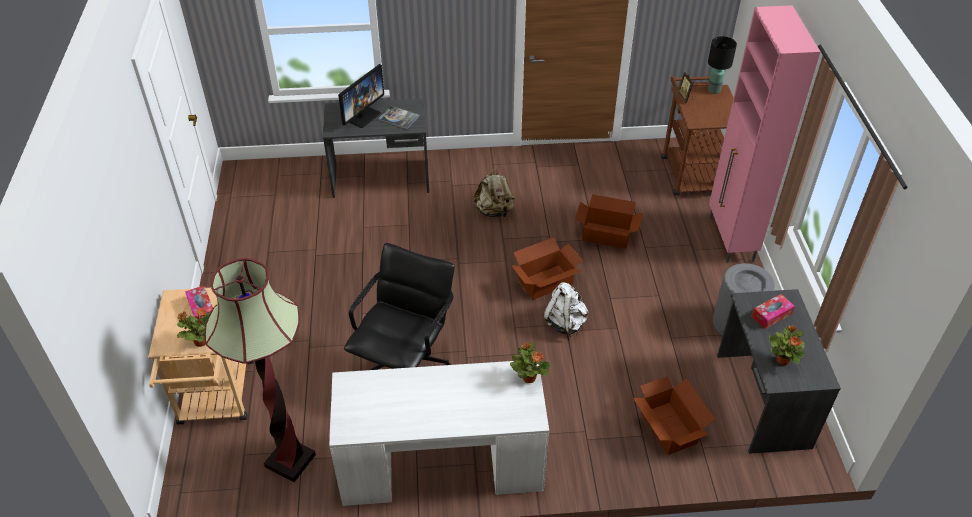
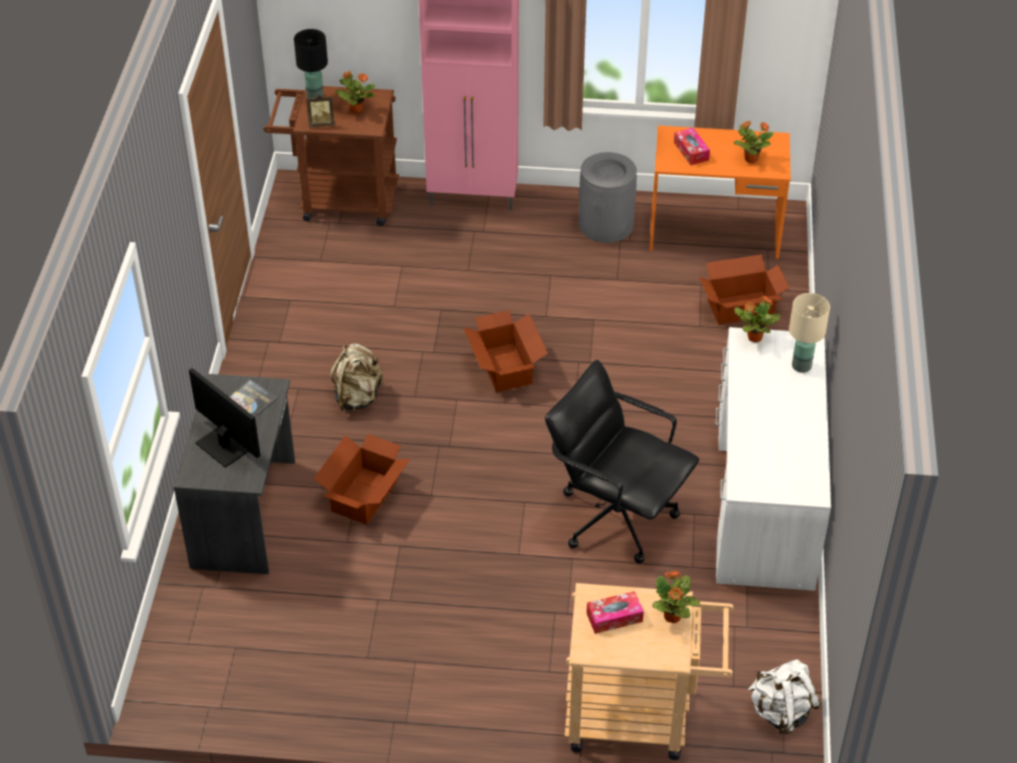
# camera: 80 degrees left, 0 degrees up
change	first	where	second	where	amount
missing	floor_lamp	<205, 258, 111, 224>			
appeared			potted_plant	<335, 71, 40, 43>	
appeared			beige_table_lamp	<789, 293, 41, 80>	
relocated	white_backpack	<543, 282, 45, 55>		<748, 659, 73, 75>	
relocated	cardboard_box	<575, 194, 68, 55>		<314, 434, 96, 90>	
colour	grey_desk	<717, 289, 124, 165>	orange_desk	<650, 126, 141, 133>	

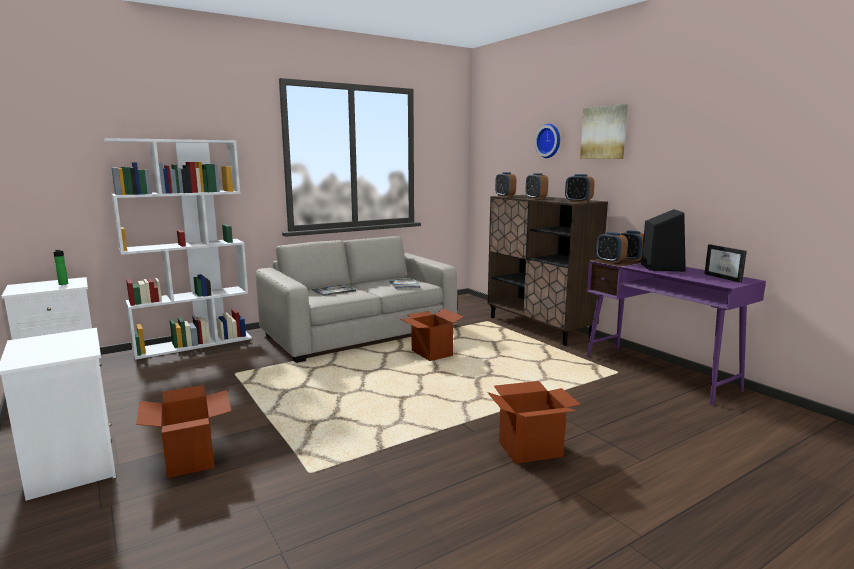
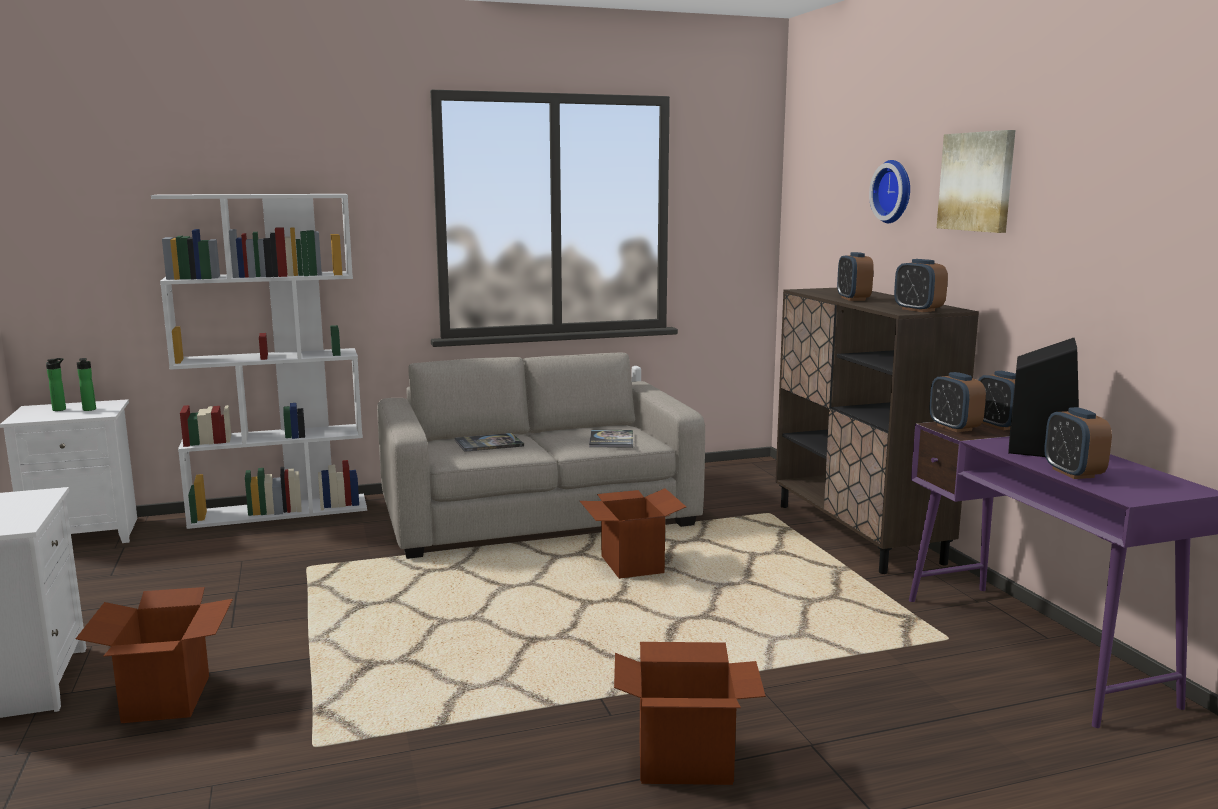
# camera: 15 degrees right, 0 degrees up
change	first	where	second	where	amount
missing	picture_frame	<704, 244, 43, 39>			
appeared			bottle	<46, 358, 20, 53>	
relocated	alarm_clock	<495, 172, 21, 25>		<1044, 407, 68, 72>	

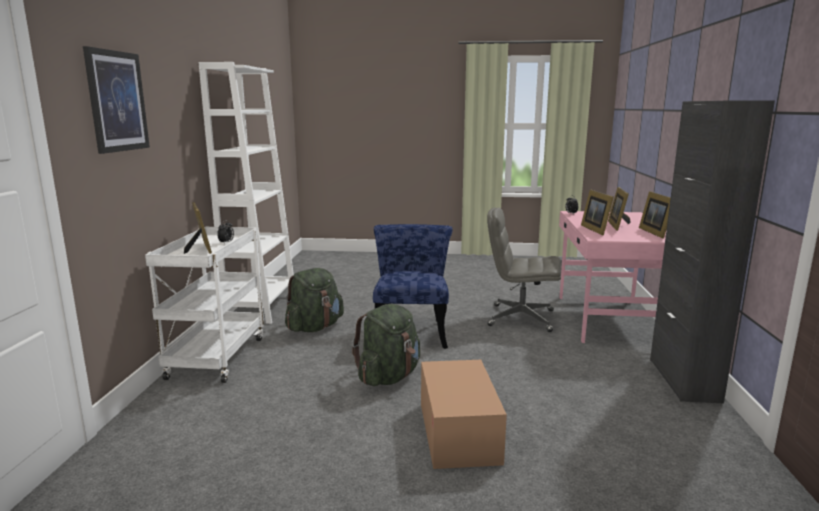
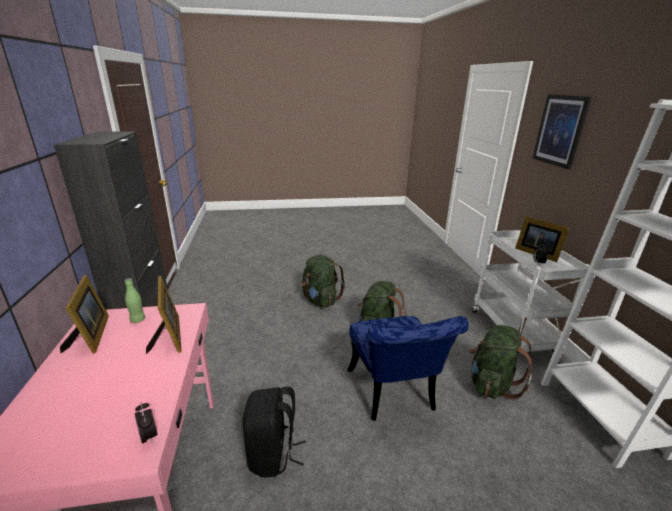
# camera: 165 degrees right, 10 degrees up
change	first	where	second	where	amount
missing	picture_frame	<608, 187, 23, 44>			
appeared			green_bottle	<125, 278, 20, 45>	
exchanged	cardboard_box	<421, 360, 86, 109>	green_backpack	<301, 255, 45, 52>	
exchanged	grey_office_chair	<487, 207, 74, 125>	black_backpack	<242, 387, 64, 90>	

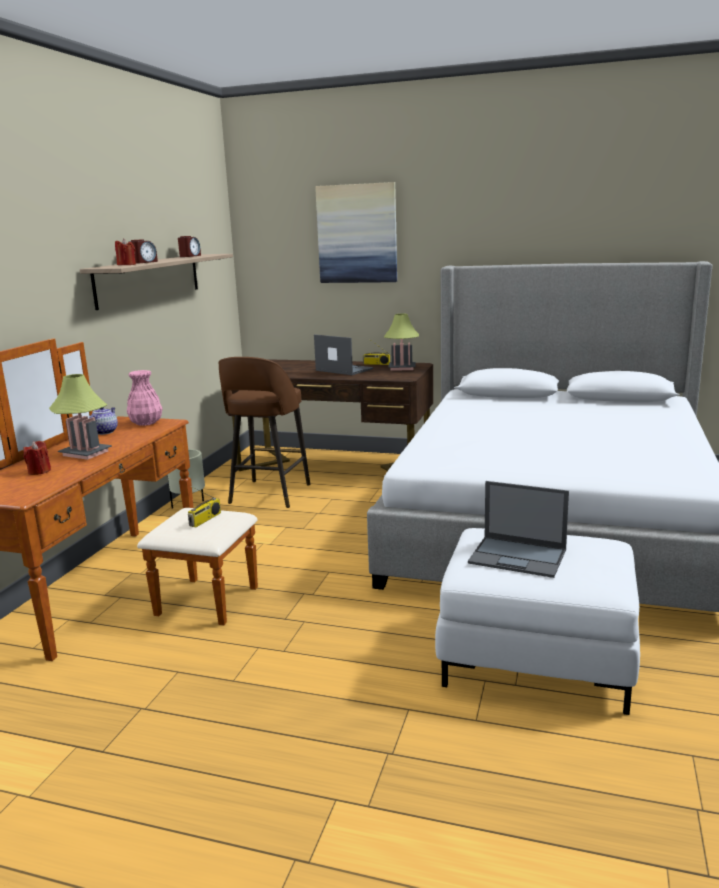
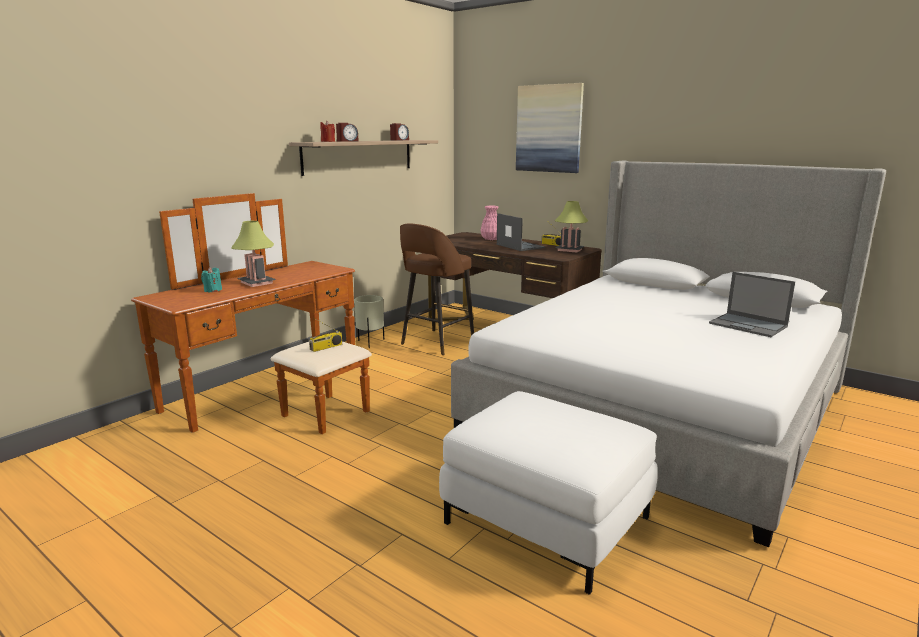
# camera: 20 degrees right, 0 degrees up
change	first	where	second	where	amount
missing	teapot	<89, 407, 29, 28>			
relocated	pink_vase	<127, 370, 36, 56>		<480, 205, 19, 35>	
relocated	laptop	<468, 481, 101, 97>		<709, 272, 86, 65>	
colour	red_candle	<23, 441, 28, 34>	turquoise_candle	<201, 267, 21, 25>	

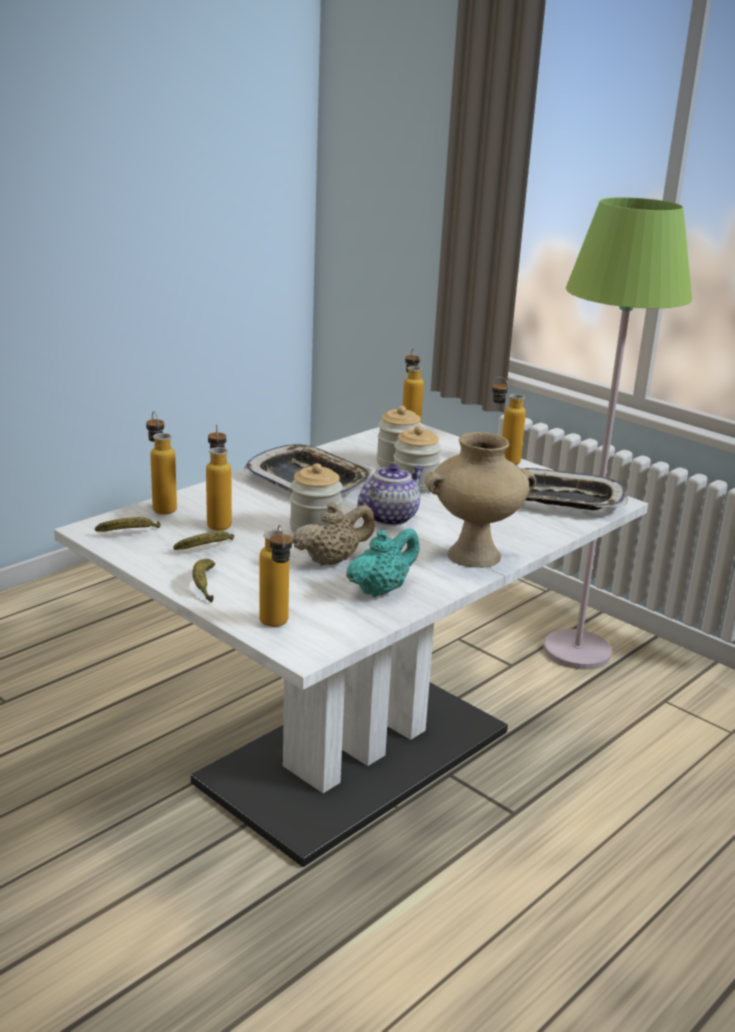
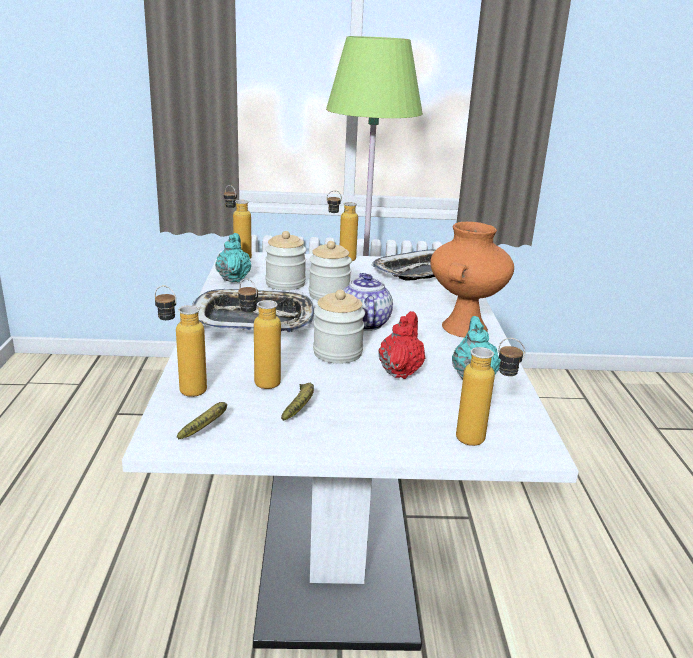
# camera: 45 degrees left, 0 degrees up
change	first	where	second	where	amount
missing	banana	<192, 559, 23, 43>			
appeared			turquoise_teapot	<215, 233, 36, 49>	
colour	beige_teapot	<292, 502, 83, 64>	red_teapot	<378, 311, 47, 68>	
colour	beige_vase	<425, 432, 112, 136>	orange_vase	<430, 221, 84, 116>	

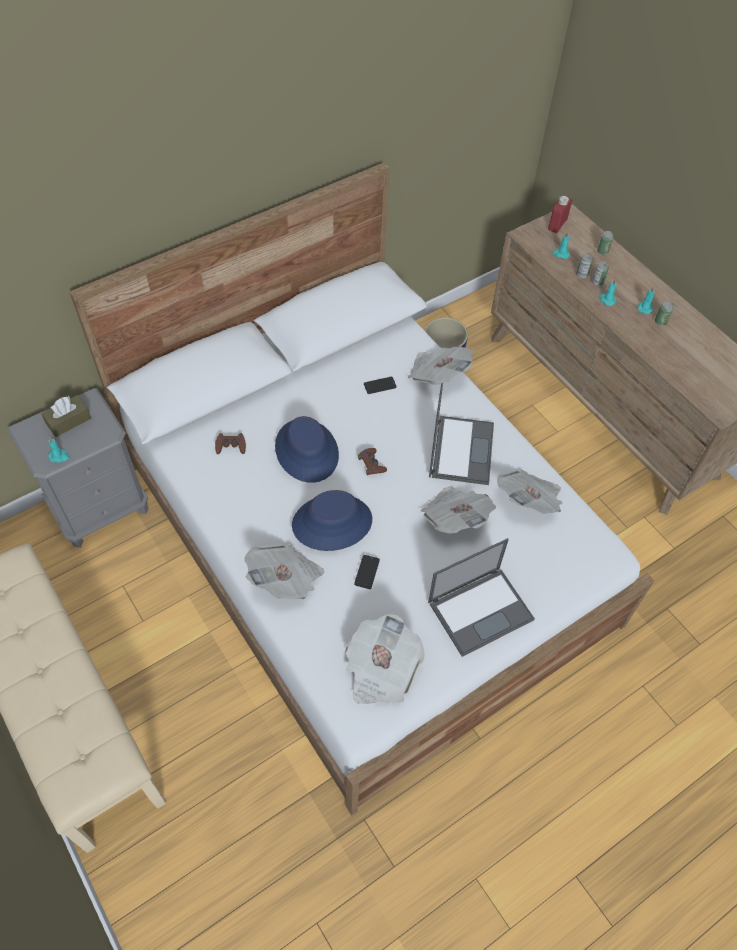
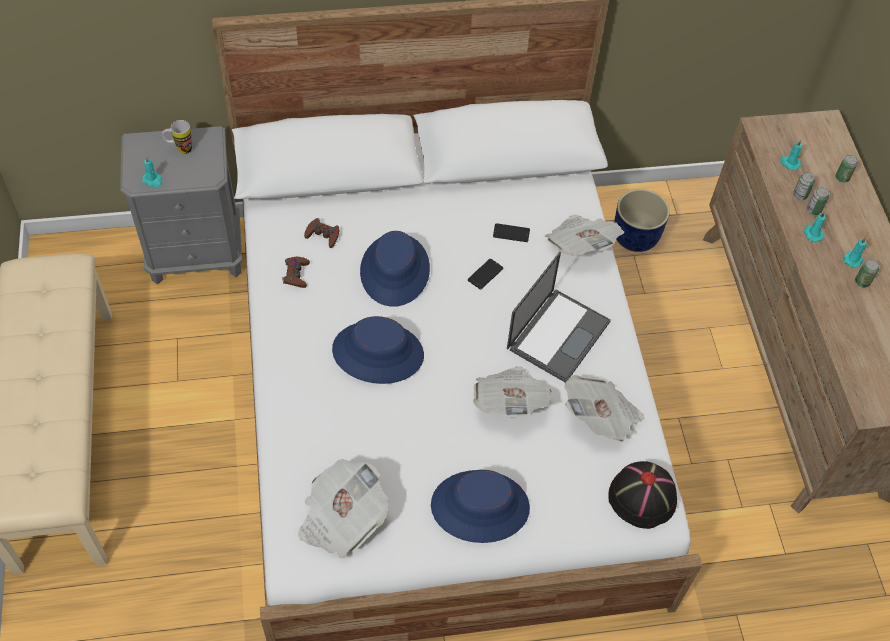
# camera: 25 degrees right, 0 degrees up
change	first	where	second	where	amount
missing	newspaper	<244, 545, 80, 54>			
missing	red_bottle	<548, 195, 24, 38>			
appeared			black_hat	<609, 461, 68, 68>	
relocated	phone	<354, 555, 26, 34>		<468, 259, 35, 31>	
relocated	brown_game_controller	<358, 448, 29, 27>		<282, 257, 28, 31>	
exchanged	brown_tissue_box	<42, 395, 49, 42>	mug	<162, 120, 30, 34>	
exchanged	laptop	<428, 538, 107, 119>	blue_hat	<431, 470, 99, 73>	

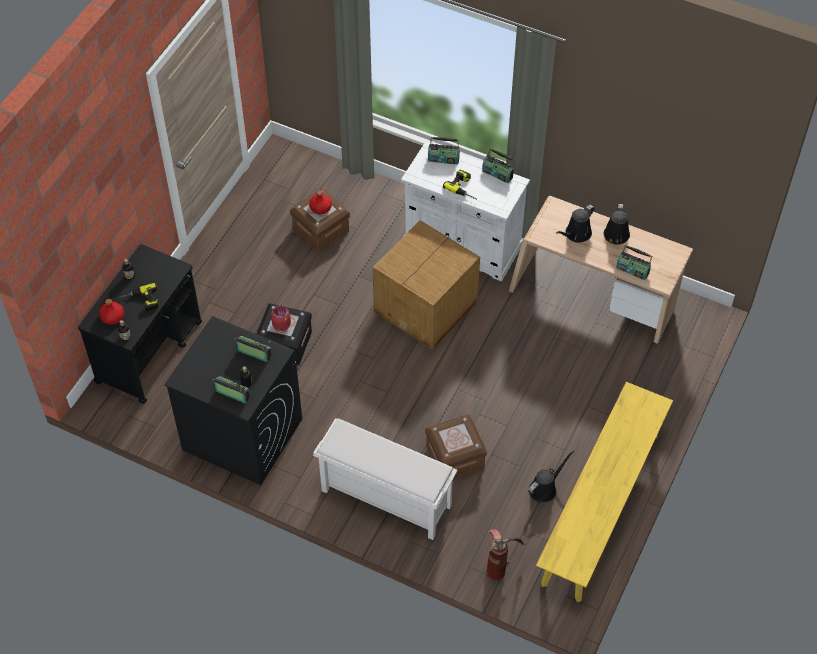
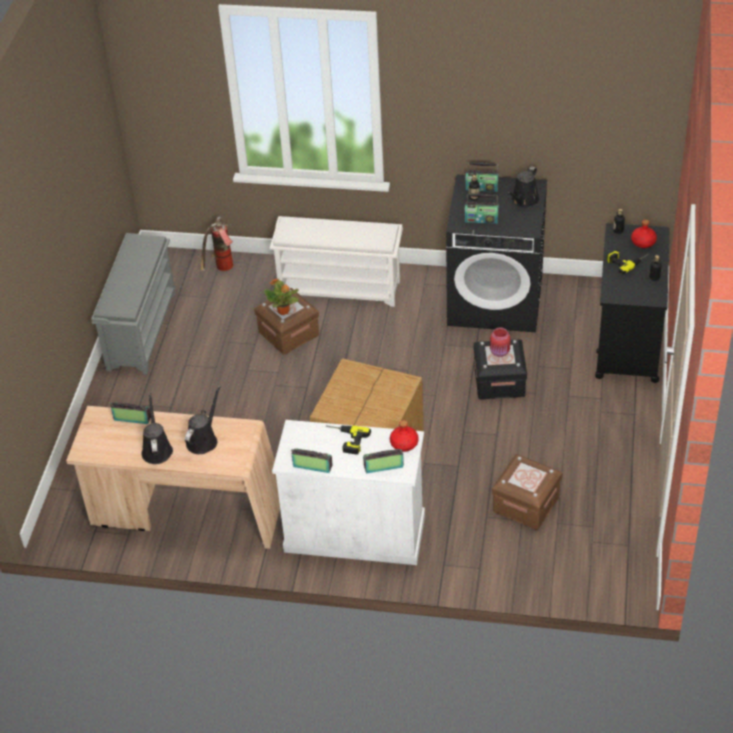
# camera: 165 degrees right, 10 degrees down
change	first	where	second	where	amount
appeared			potted_plant	<264, 278, 35, 37>	
relocated	red_bottle	<309, 190, 23, 24>		<390, 420, 29, 32>	
relocated	black_watering_can	<528, 450, 46, 52>		<507, 166, 32, 42>	
exchanged	yellow_bench	<536, 382, 137, 220>	grey_shoe_rack	<91, 233, 85, 142>	

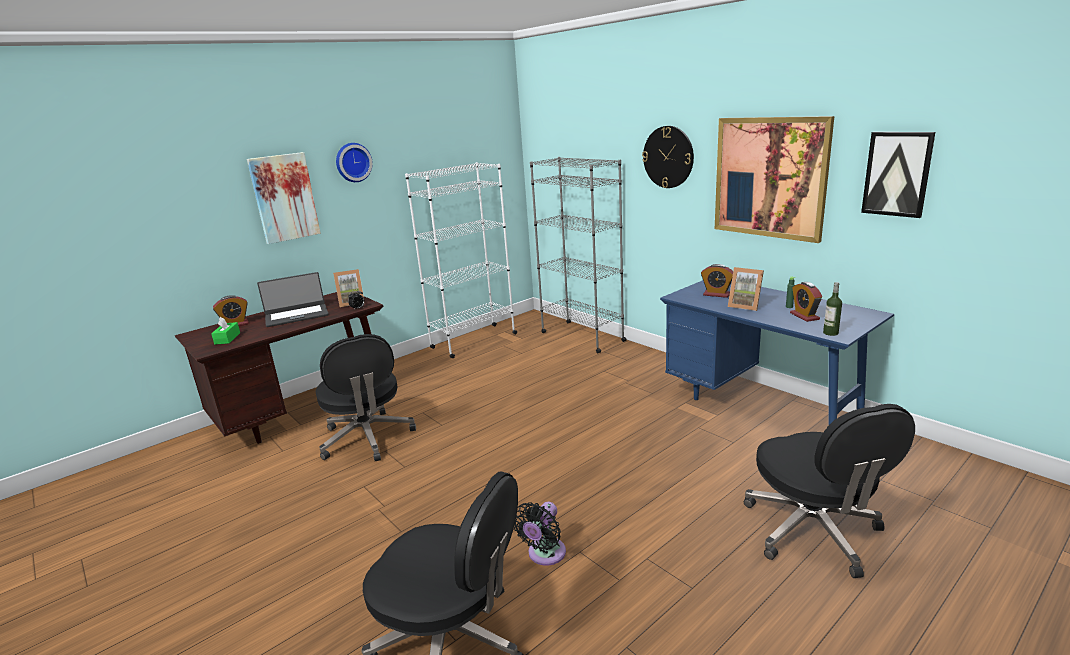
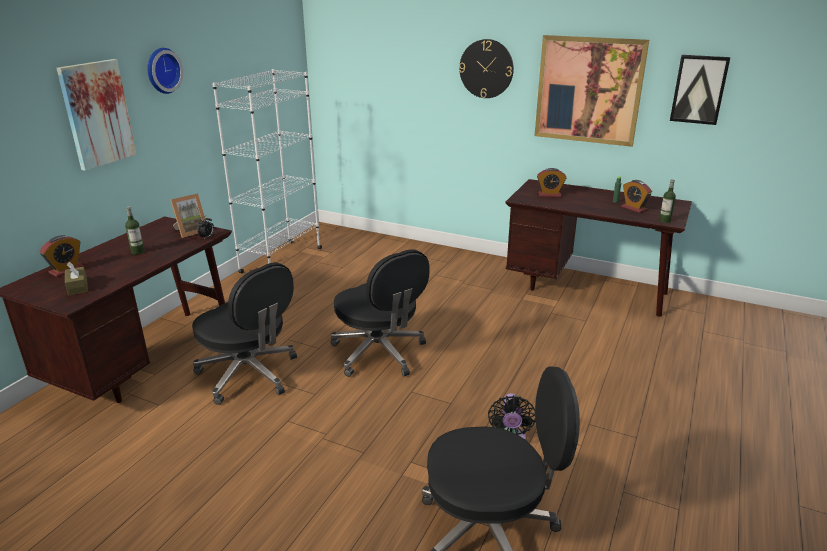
# camera: 25 degrees left, 5 degrees up
change	first	where	second	where	amount
missing	grey_bookcase	<530, 157, 97, 196>			
missing	picture_frame	<728, 267, 36, 44>			
relocated	black_office_chair	<744, 404, 171, 174>		<331, 249, 99, 128>	
exchanged	laptop	<257, 272, 72, 55>	bottle	<125, 206, 20, 49>	
colour	green_tissue_box	<211, 317, 29, 28>	brown_tissue_box	<65, 262, 23, 34>	
colour	blue_desk	<660, 280, 234, 145>	brown_desk	<506, 179, 186, 138>	

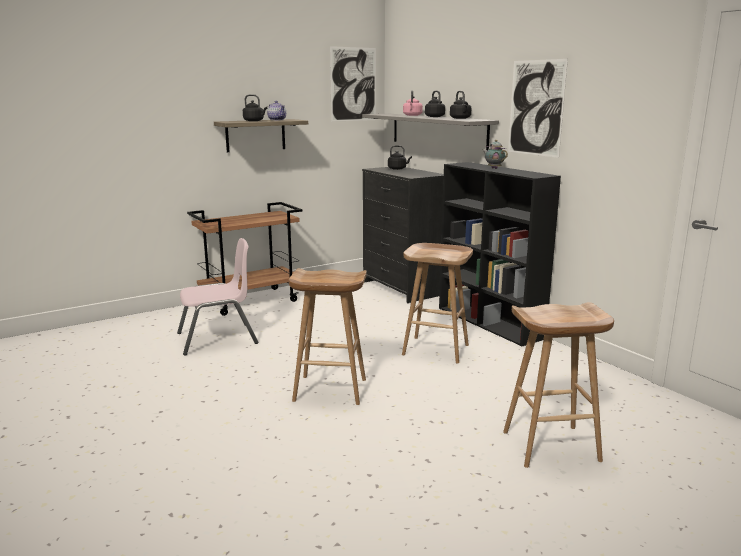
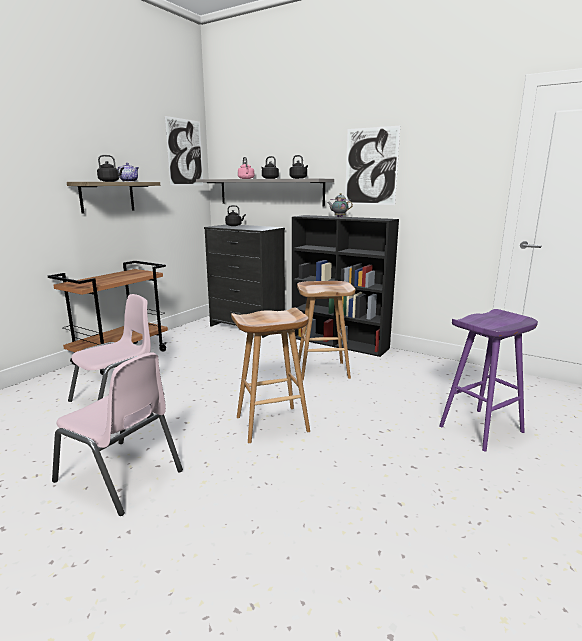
# camera: 25 degrees left, 0 degrees up
change	first	where	second	where	amount
appeared			pink_chair	<52, 352, 131, 164>	
colour	brown_stool	<503, 302, 111, 166>	purple_stool	<439, 309, 99, 142>	

